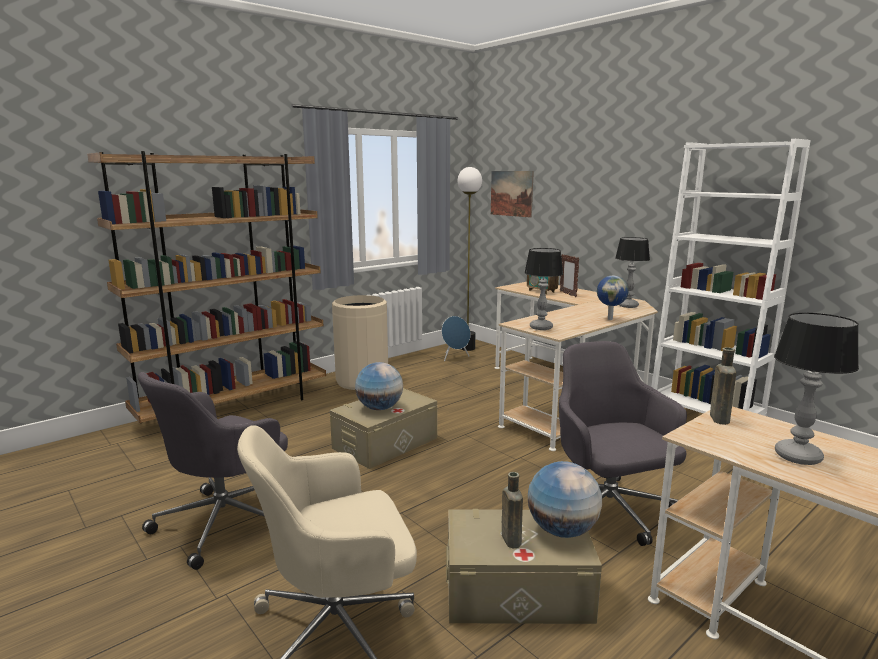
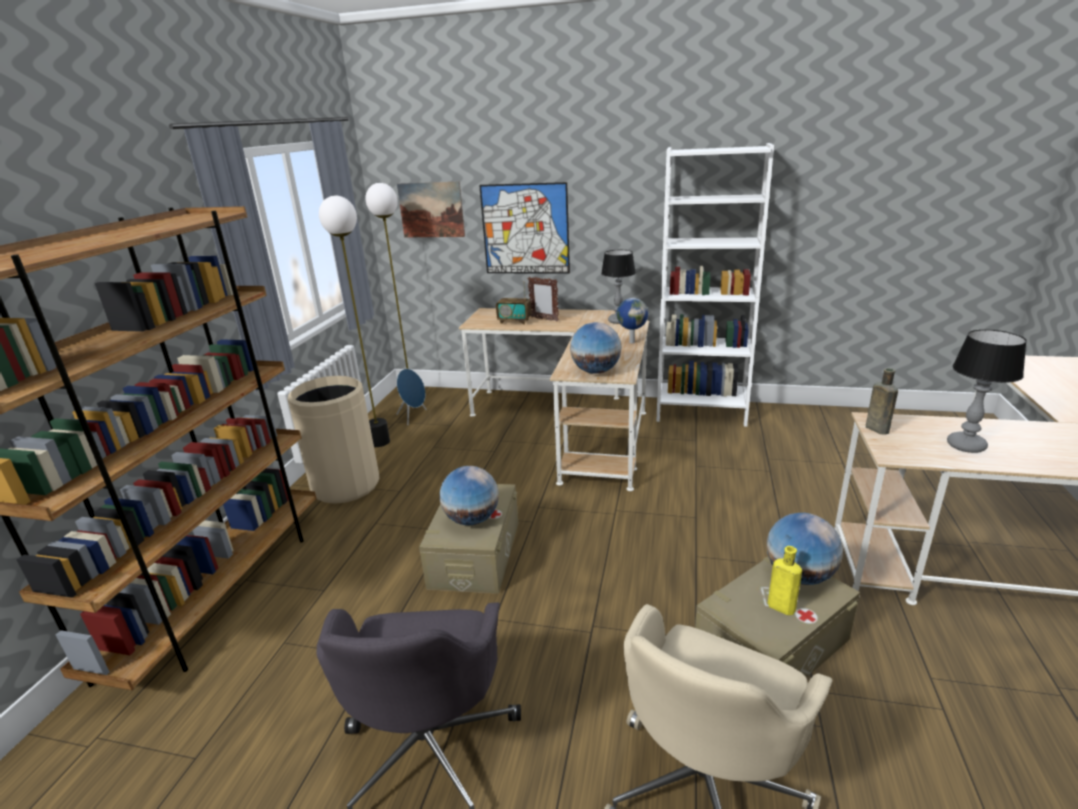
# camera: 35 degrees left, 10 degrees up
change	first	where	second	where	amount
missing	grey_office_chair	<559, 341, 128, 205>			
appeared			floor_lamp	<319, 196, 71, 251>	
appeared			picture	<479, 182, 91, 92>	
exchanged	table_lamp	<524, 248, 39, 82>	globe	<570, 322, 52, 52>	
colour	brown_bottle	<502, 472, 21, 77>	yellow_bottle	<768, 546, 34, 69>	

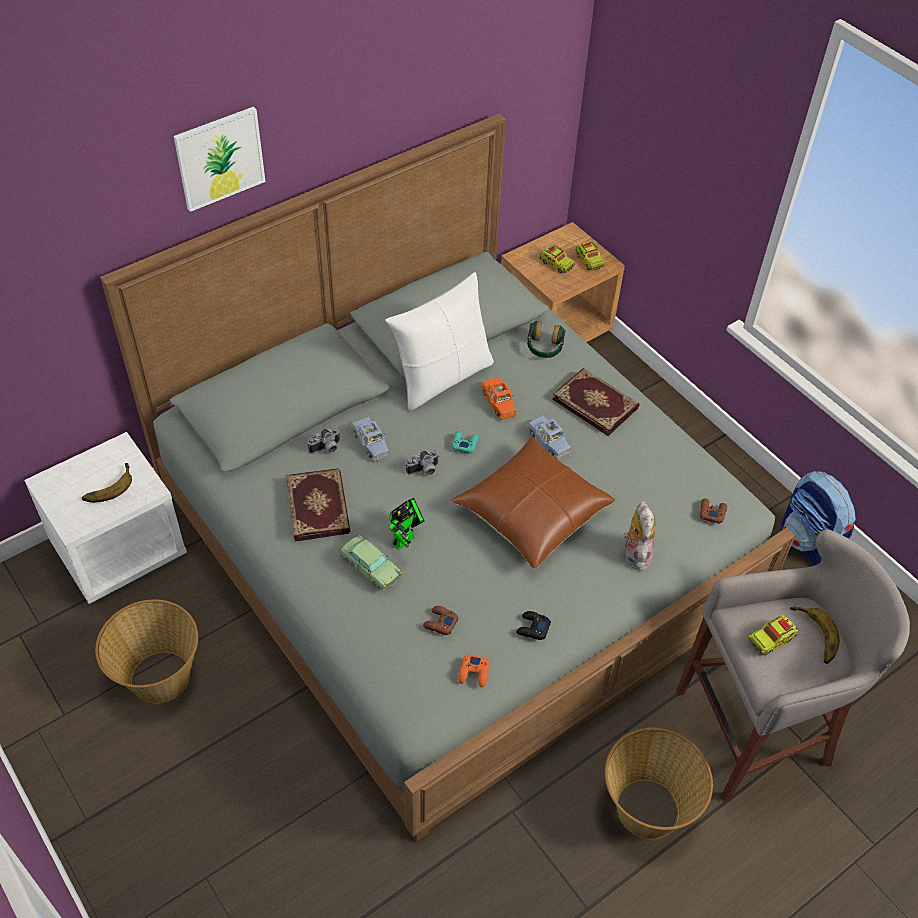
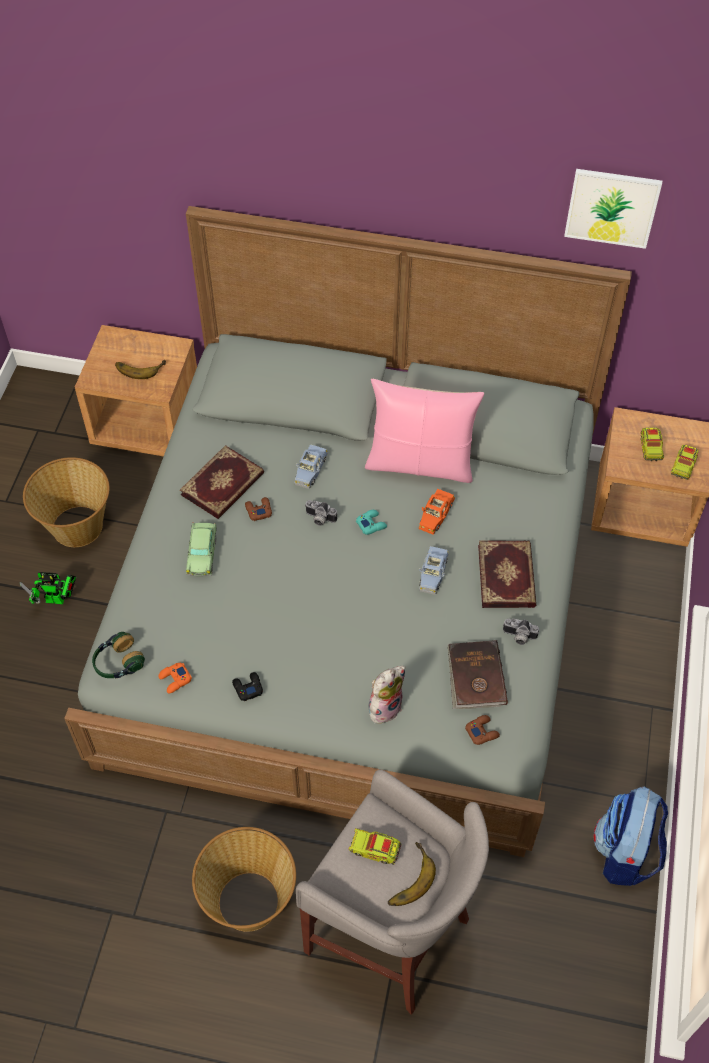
# camera: 50 degrees right, 5 degrees up
change	first	where	second	where	amount
missing	brown_pillow	<451, 437, 164, 132>			
appeared			brown_book	<448, 640, 60, 69>	
relocated	picture	<174, 107, 92, 105>		<564, 169, 98, 80>	
relocated	photo_camera	<308, 428, 33, 26>		<503, 618, 36, 27>	
relocated	toy_robot	<390, 498, 35, 51>		<20, 572, 56, 32>	
relocated	brown_game_controller	<423, 606, 36, 29>		<245, 497, 27, 24>	
relocated	headphones	<527, 321, 39, 37>		<92, 632, 53, 47>	
colour	white_nightstand	<24, 432, 163, 172>	brown_nightstand	<75, 325, 122, 132>	
colour	white_pillow	<385, 272, 109, 139>	pink_pillow	<365, 379, 119, 104>	

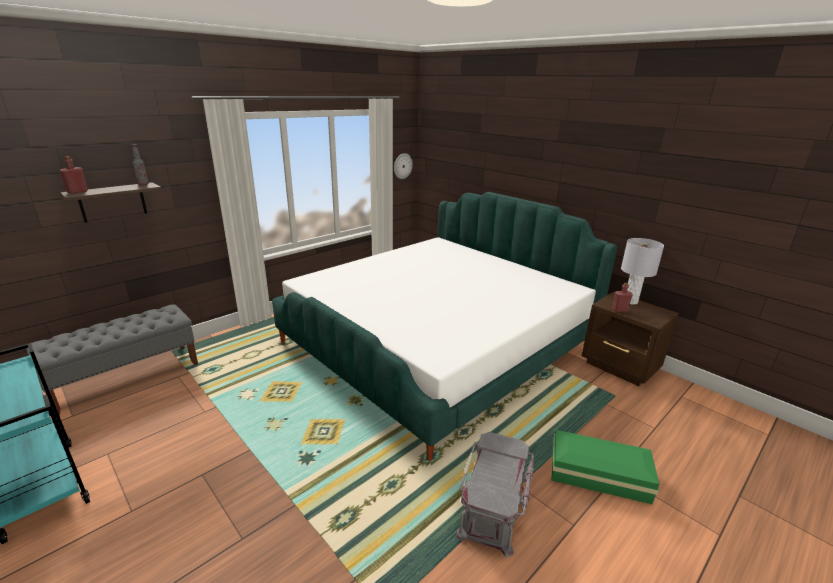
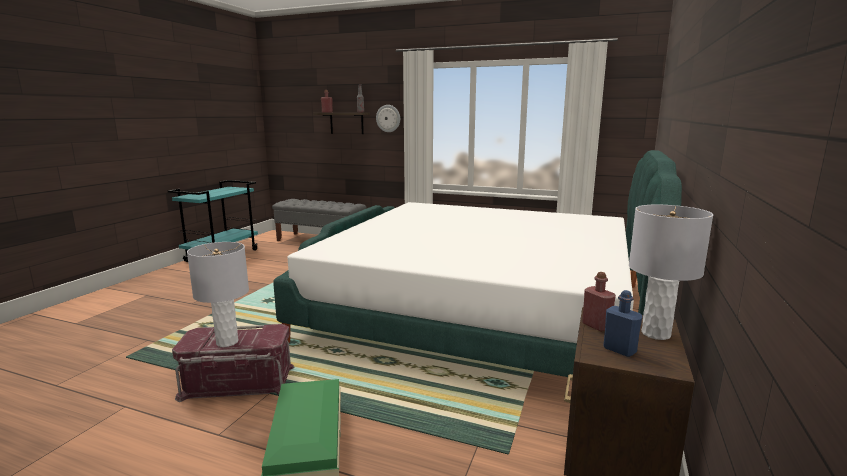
# camera: 65 degrees right, 10 degrees down
change	first	where	second	where	amount
appeared			grey_table_lamp	<187, 242, 62, 105>	
appeared			blue_bottle	<603, 290, 39, 67>	
relocated	wall_clock	<394, 153, 19, 26>		<376, 105, 24, 27>	
colour	grey_storage_box	<455, 432, 79, 125>	red_storage_box	<172, 324, 122, 78>	

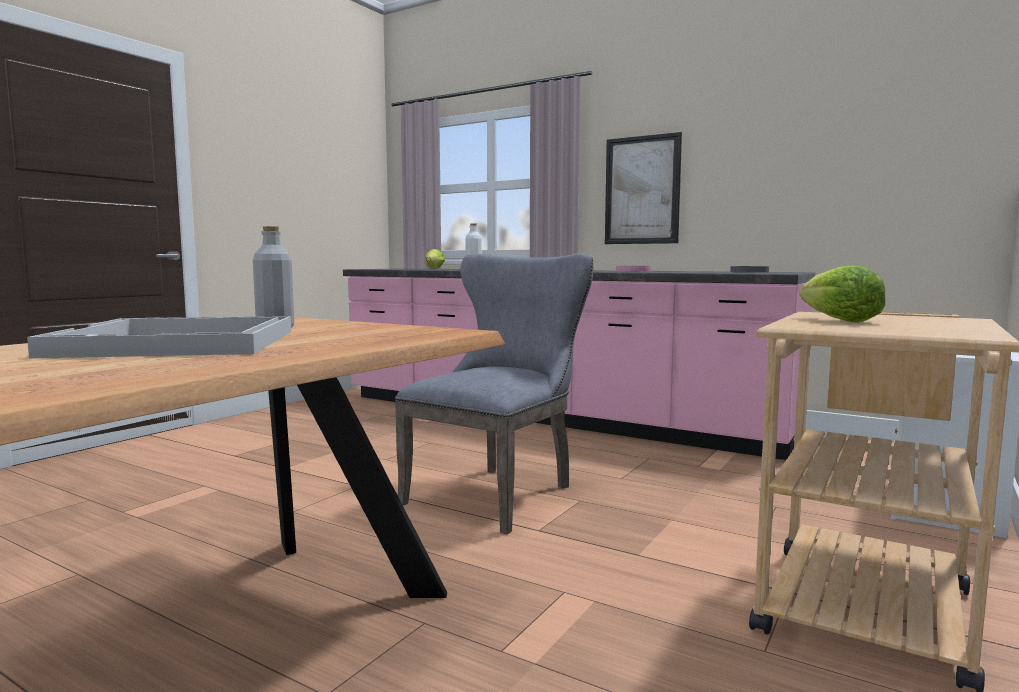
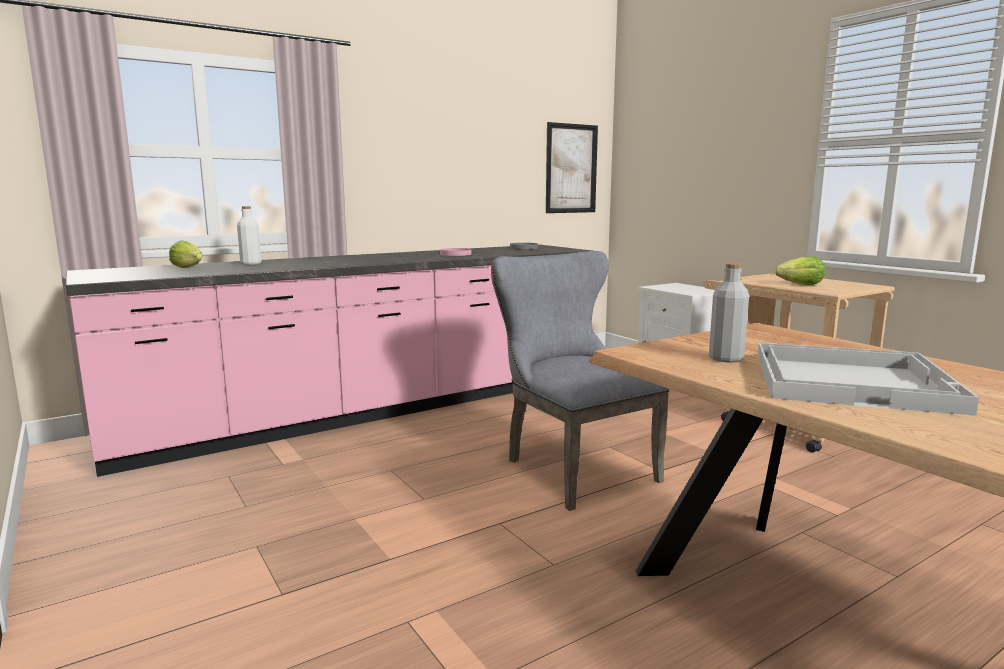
# camera: 65 degrees left, 5 degrees up
change	first	where	second	where	amount
relocated	picture	<605, 132, 77, 112>		<546, 122, 52, 91>	

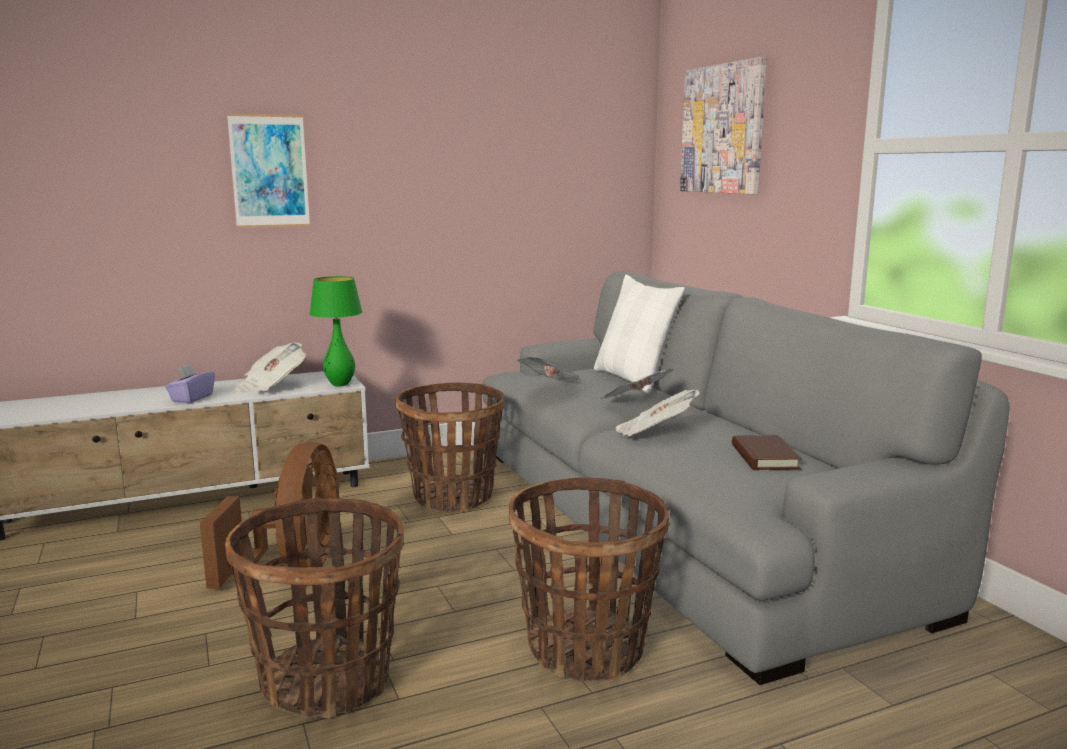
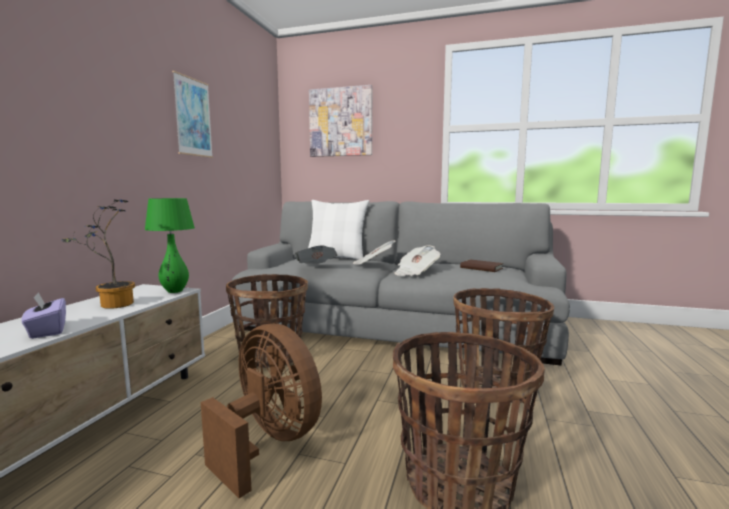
# camera: 50 degrees left, 5 degrees down
change	first	where	second	where	amount
relocated	picture	<227, 113, 83, 115>		<172, 71, 41, 87>	
exchanged	newspaper	<235, 342, 71, 51>	potted_plant	<61, 200, 74, 109>	

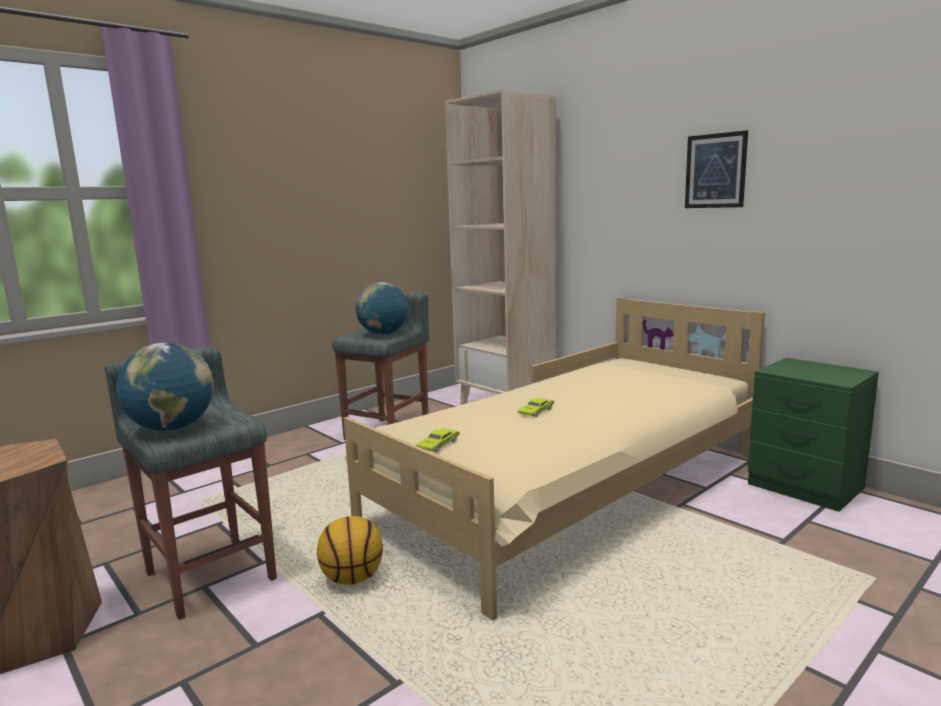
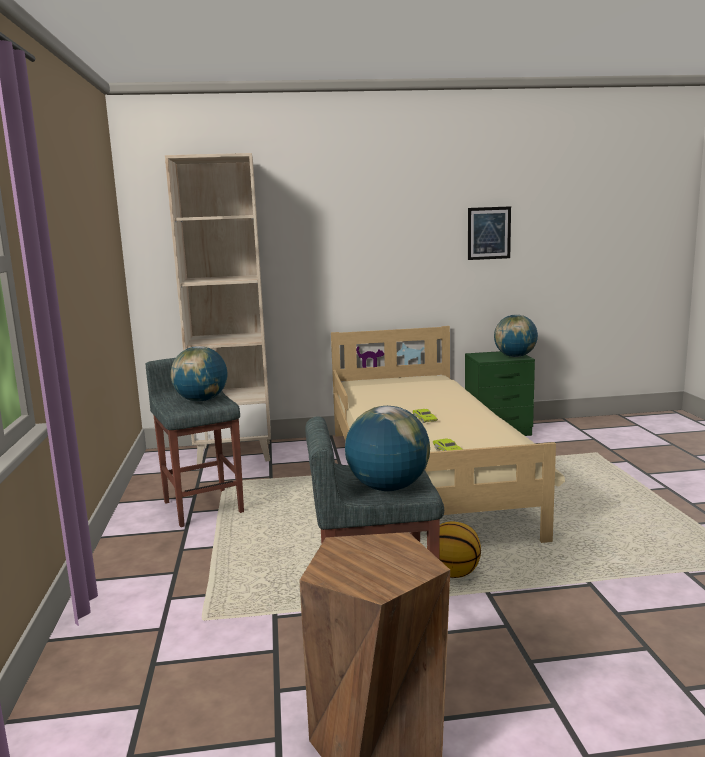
# camera: 55 degrees left, 0 degrees up
change	first	where	second	where	amount
appeared			globe	<494, 314, 44, 43>	
relocated	picture	<685, 130, 63, 78>		<468, 206, 43, 54>	

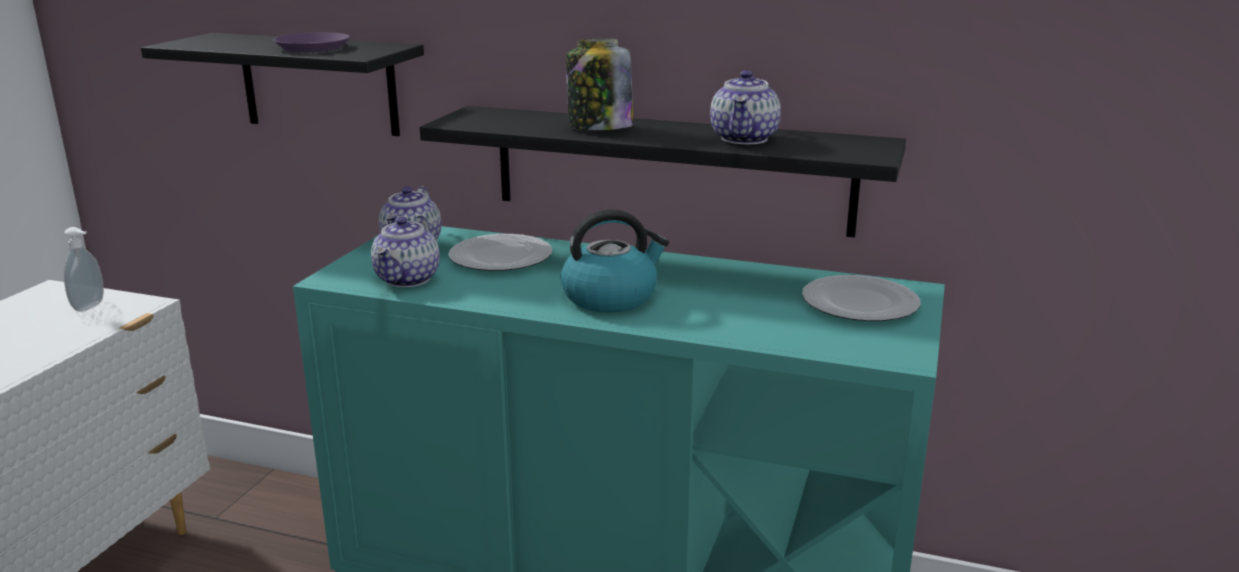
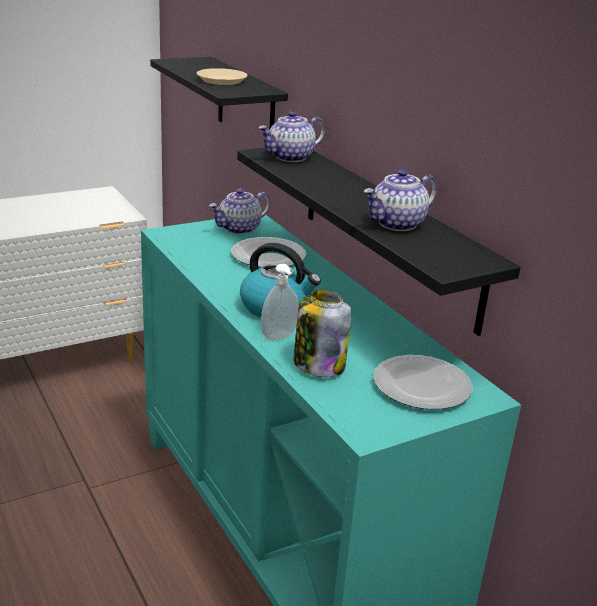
# camera: 40 degrees right, 5 degrees up
change	first	where	second	where	amount
relocated	soap_dispenser	<64, 227, 40, 85>		<261, 264, 38, 77>	
relocated	teapot	<371, 216, 69, 71>		<258, 111, 67, 51>	
relocated	jar	<566, 39, 67, 91>		<293, 290, 58, 87>	
colour	purple_plate	<273, 32, 77, 20>	beige_plate	<197, 68, 50, 17>	

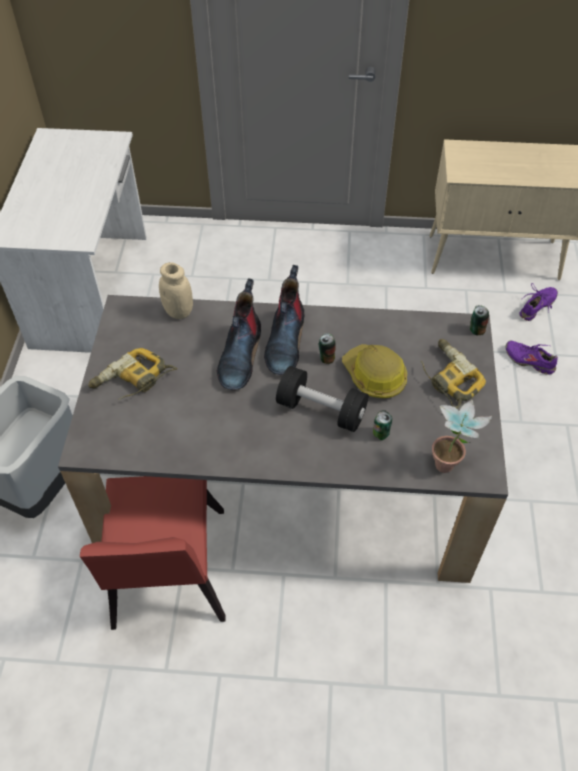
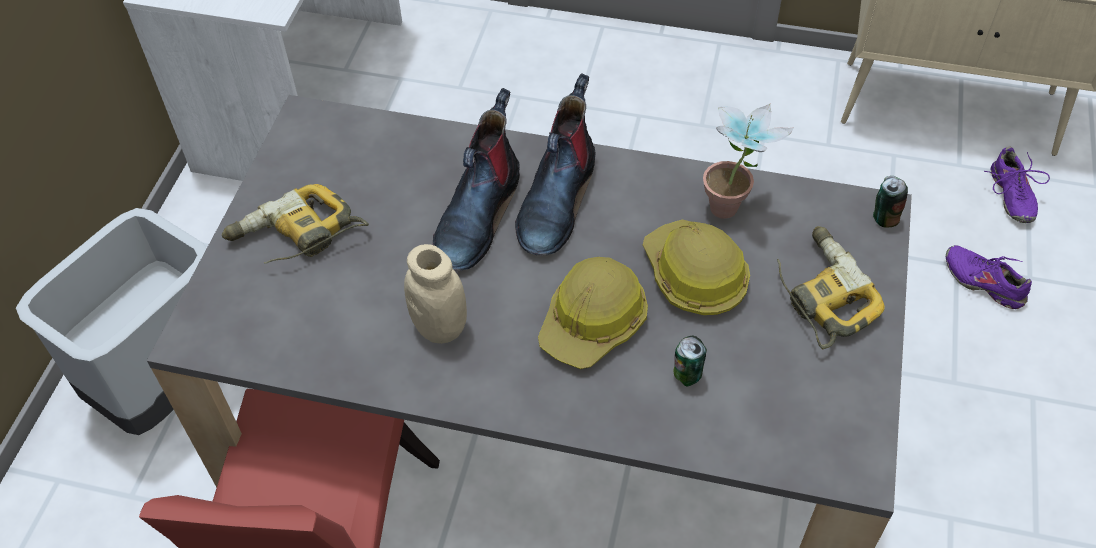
# camera: 10 degrees right, 0 degrees up
change	first	where	second	where	amount
missing	can	<319, 333, 17, 31>			
relocated	beige_jar	<159, 262, 34, 57>		<404, 244, 63, 100>	
relocated	potted_plant	<432, 399, 60, 74>		<703, 104, 91, 115>	
exchanged	black_dumbbell	<276, 366, 92, 66>	hard_hat	<538, 257, 110, 112>	
spun	purple_shoe	<520, 283, 38, 38>		<984, 146, 66, 77>	120 degrees clockwise

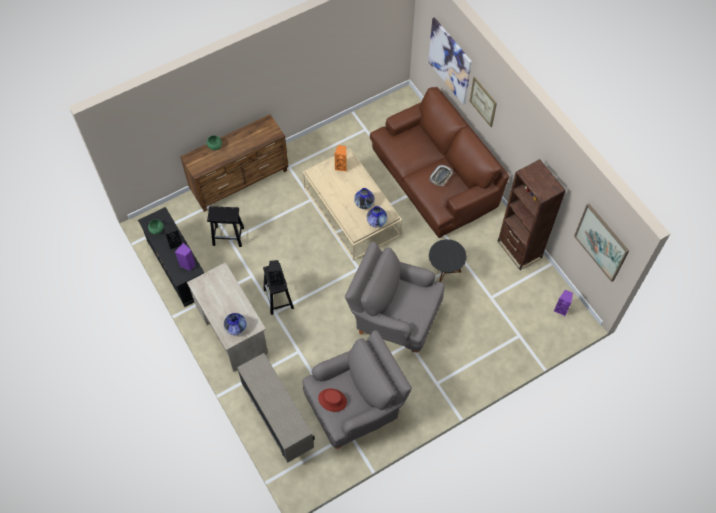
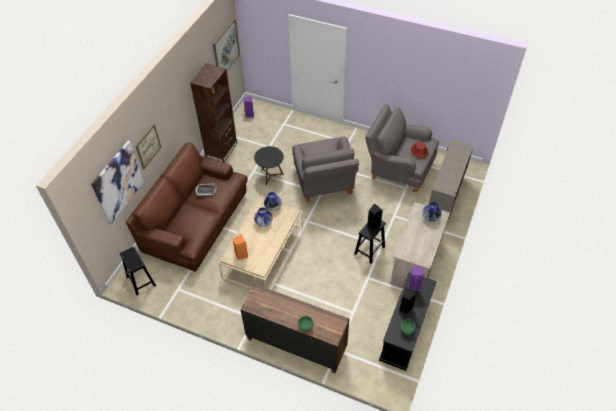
# camera: 125 degrees left, 10 degrees down
change	first	where	second	where	amount
relocated	black_stool	<207, 206, 37, 41>		<120, 247, 36, 48>	

